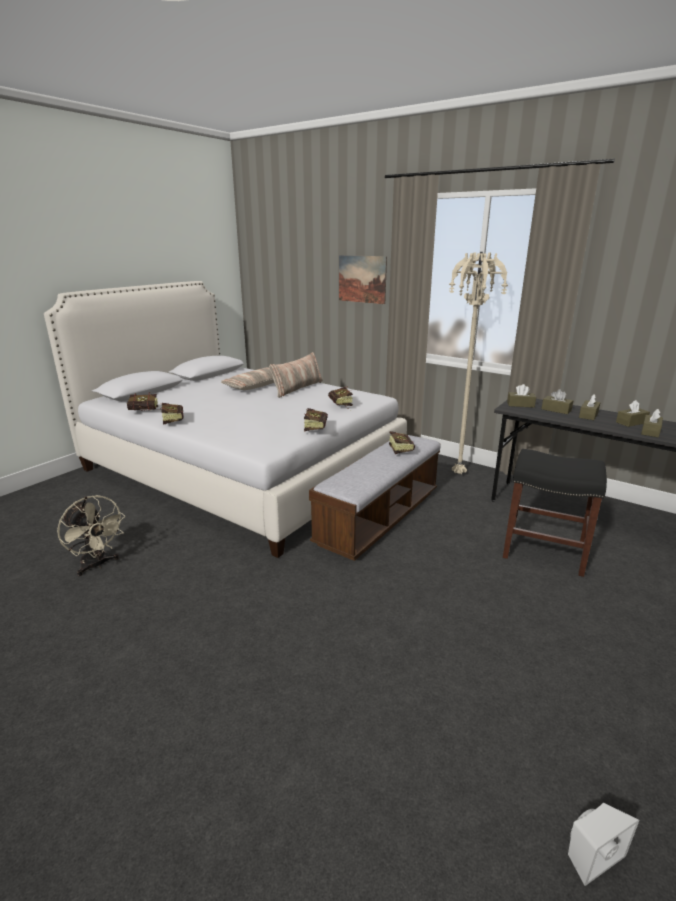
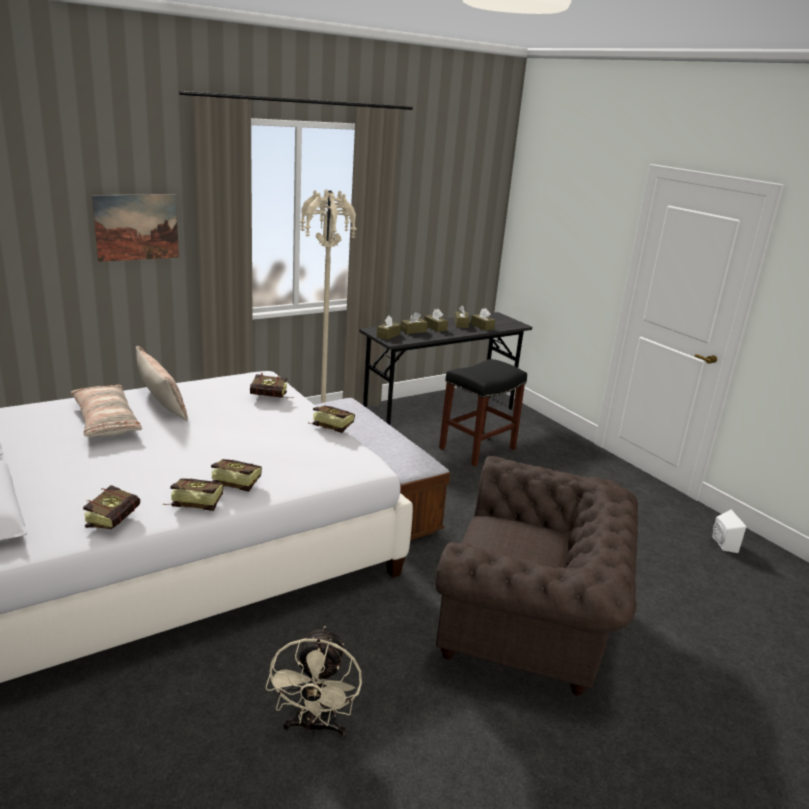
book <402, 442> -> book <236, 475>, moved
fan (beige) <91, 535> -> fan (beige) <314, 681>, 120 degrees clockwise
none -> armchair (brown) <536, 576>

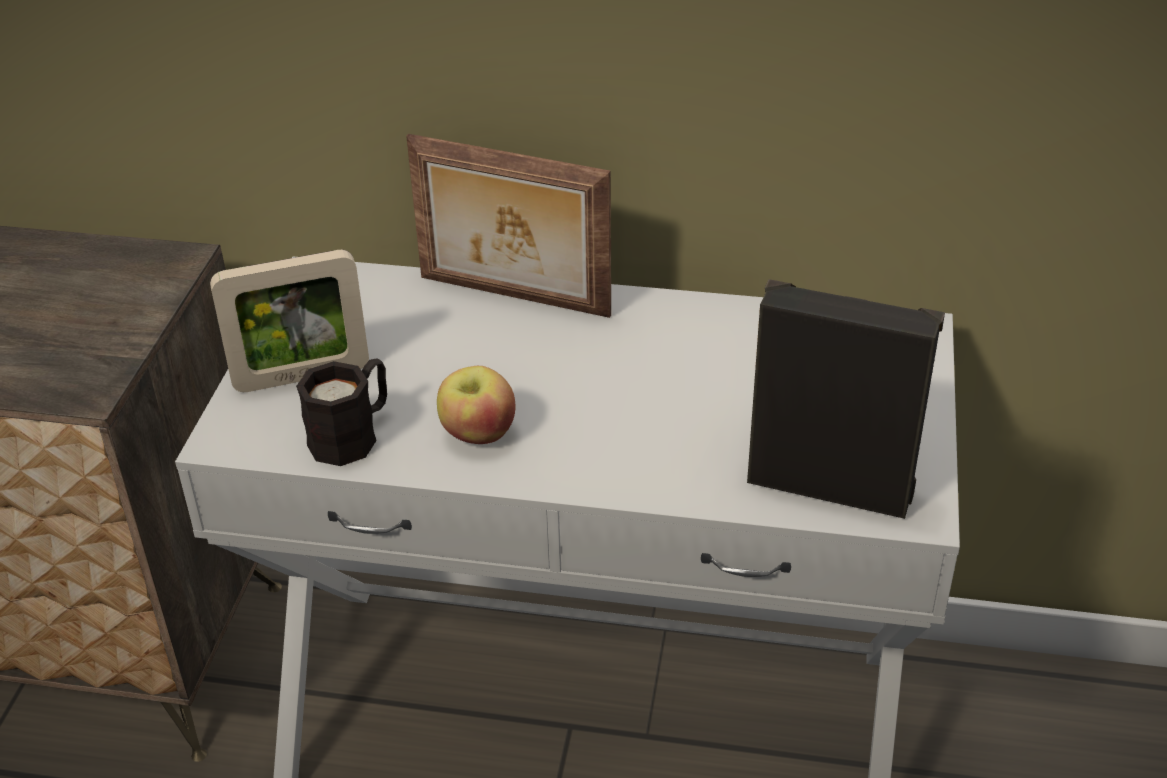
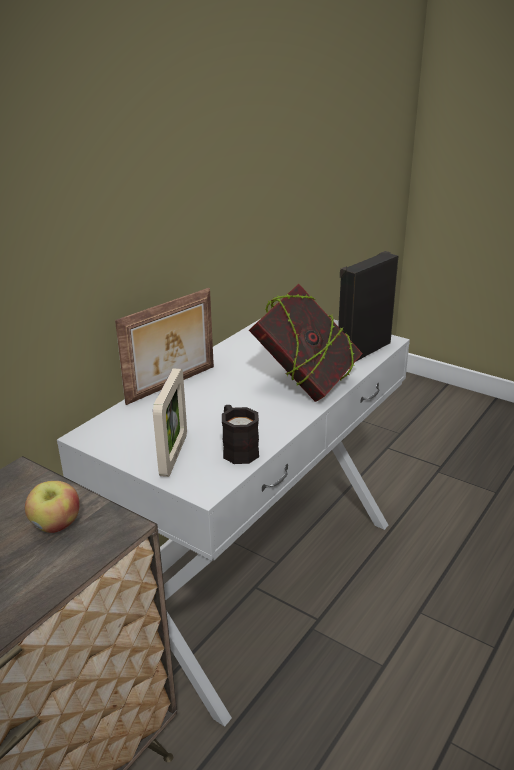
apple <476, 405> -> apple <52, 507>, moved
none -> book <306, 342>

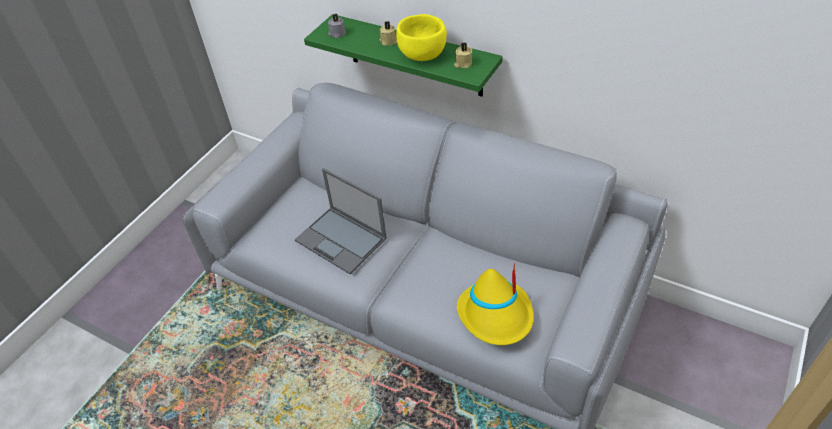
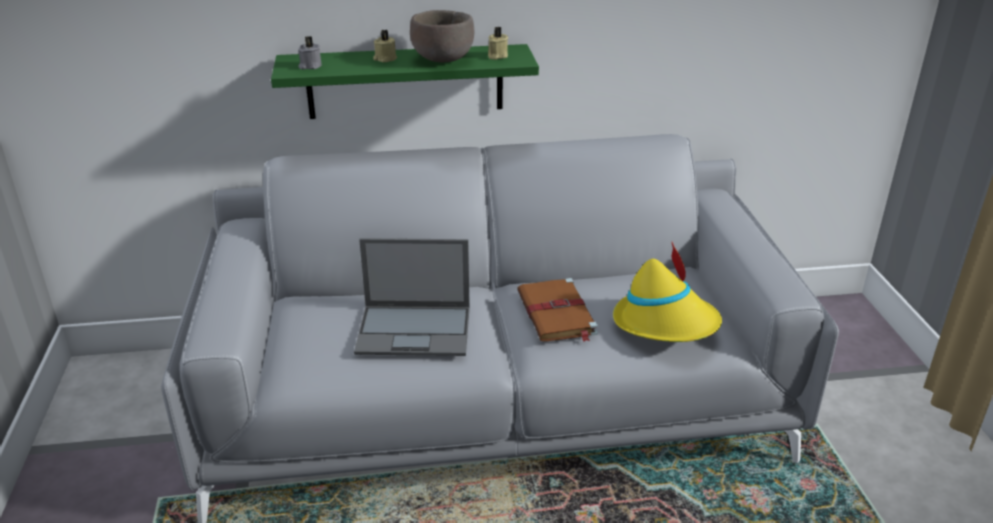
bowl (yellow) <421, 37> -> bowl (brown) <442, 36>
none -> book (brown) <557, 310>

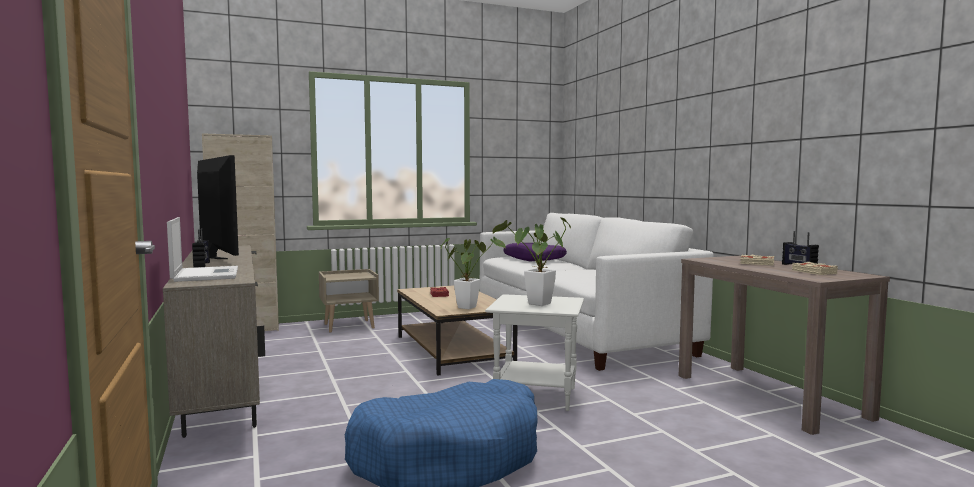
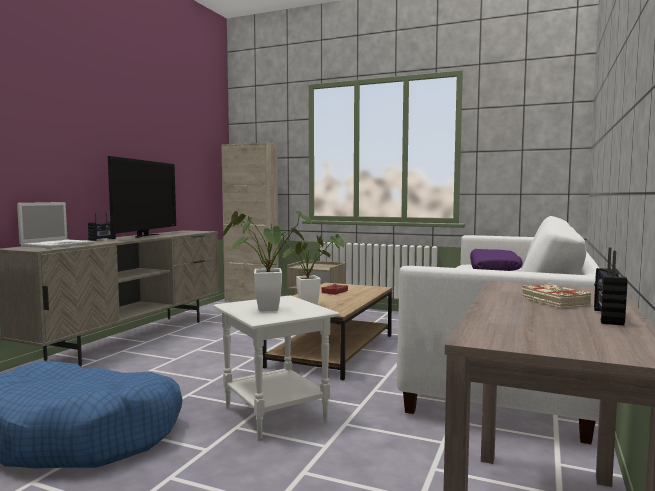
book (beige) <815, 268> -> none

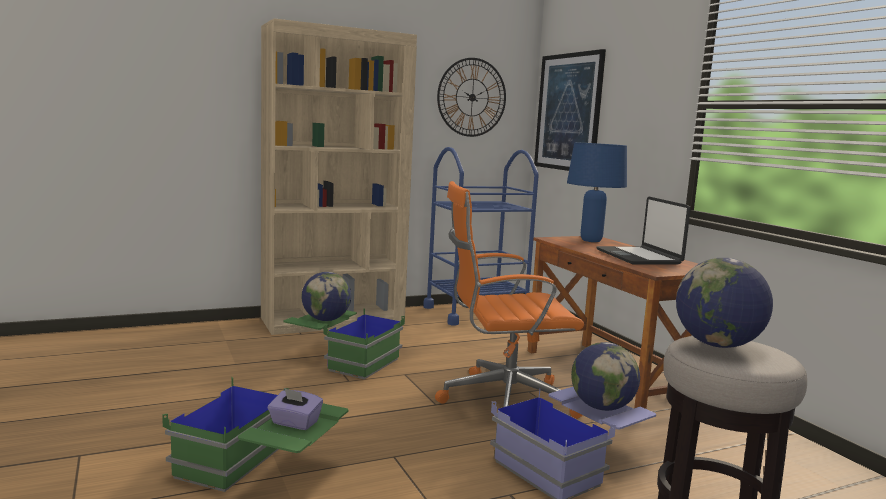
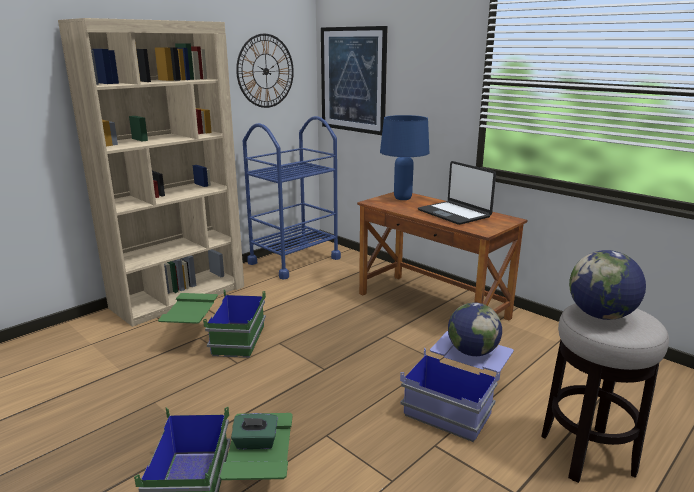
office chair (orange) <509, 300> -> none
globe <326, 296> -> none
tissue box (purple) <295, 409> -> tissue box (green) <254, 431>

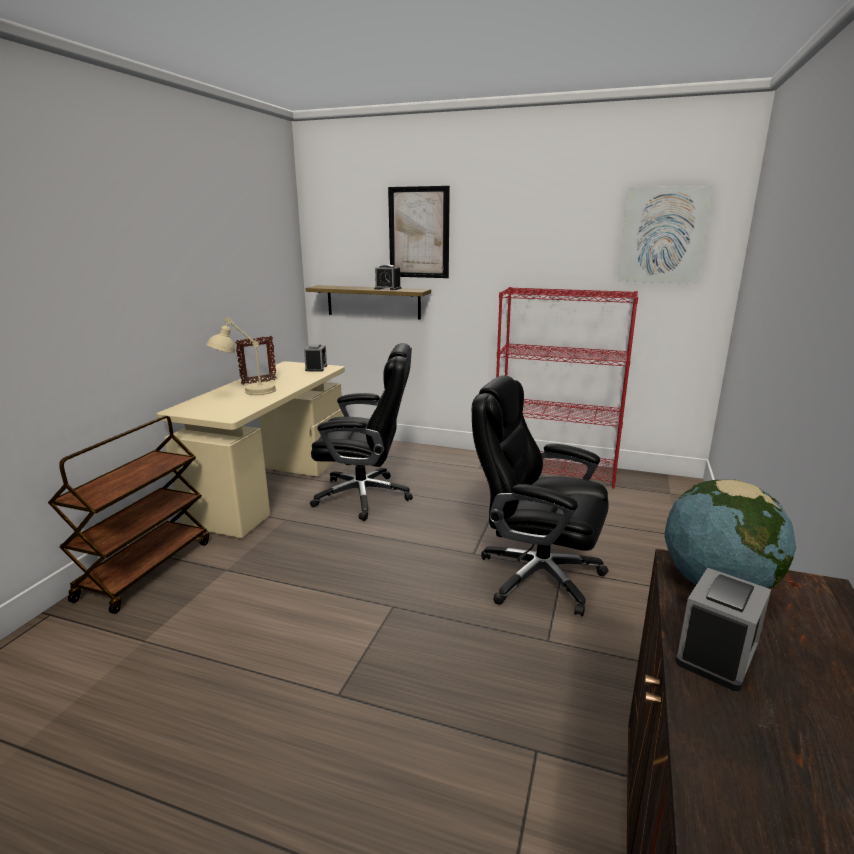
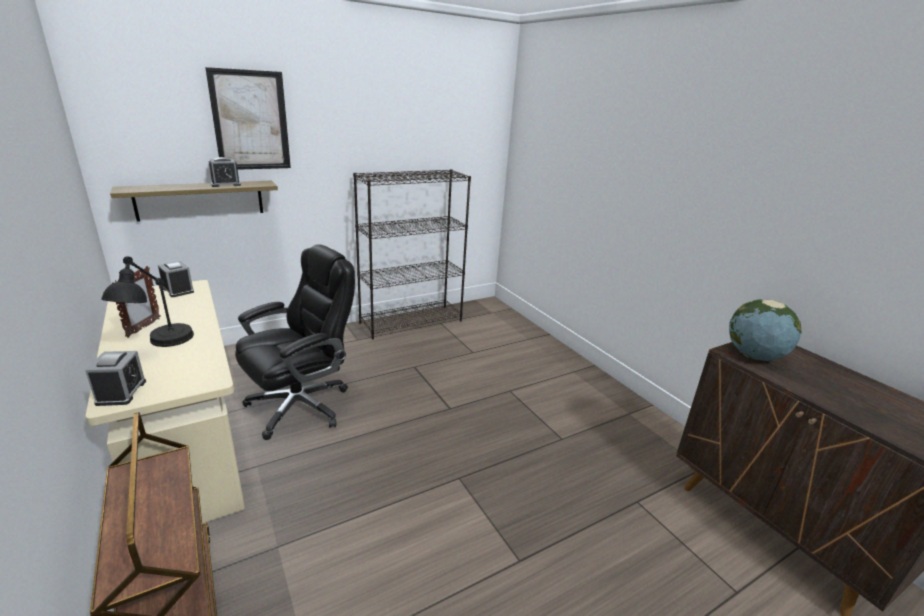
picture <665, 235> -> none
bookcase (red) <567, 388> -> bookcase (black) <412, 254>
table lamp (beige) <241, 356> -> table lamp (black) <147, 301>
office chair (black) <540, 496> -> none
alarm clock <723, 629> -> alarm clock <115, 378>, moved

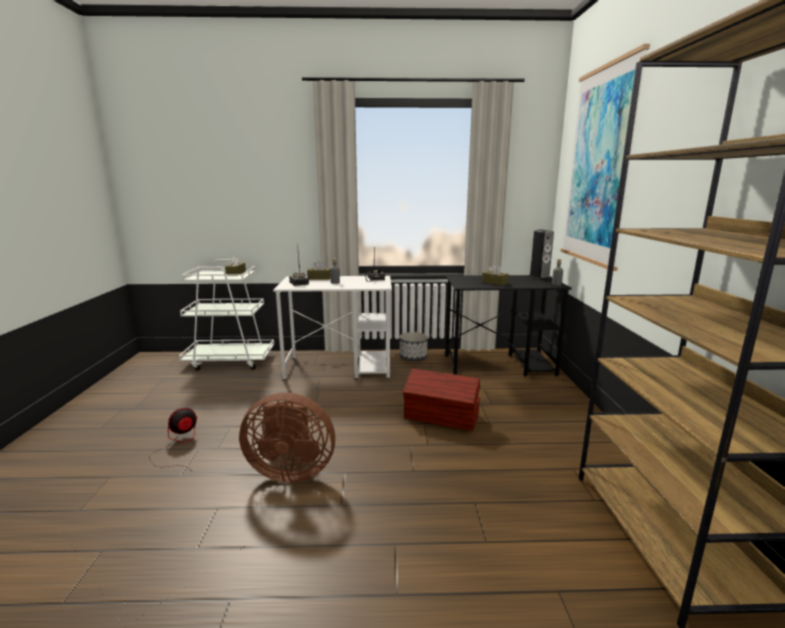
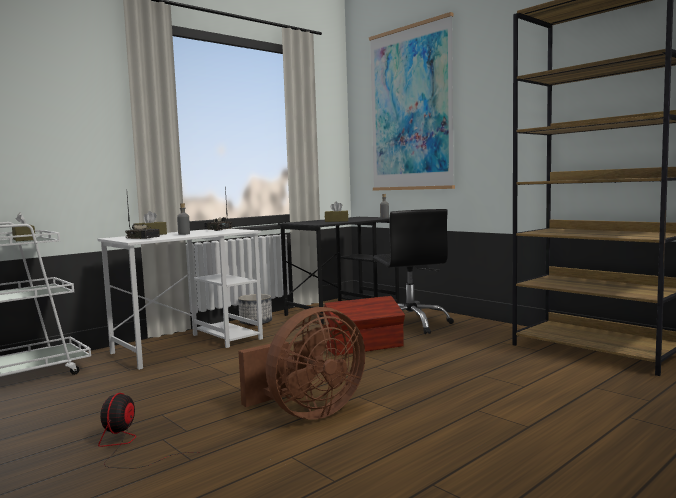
speaker <541, 254> -> none
none -> office chair (black) <413, 271>

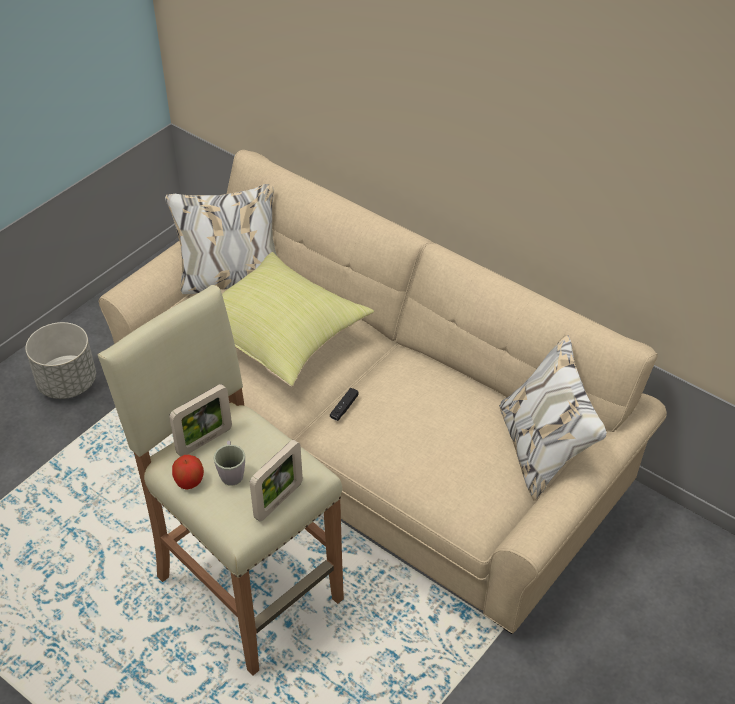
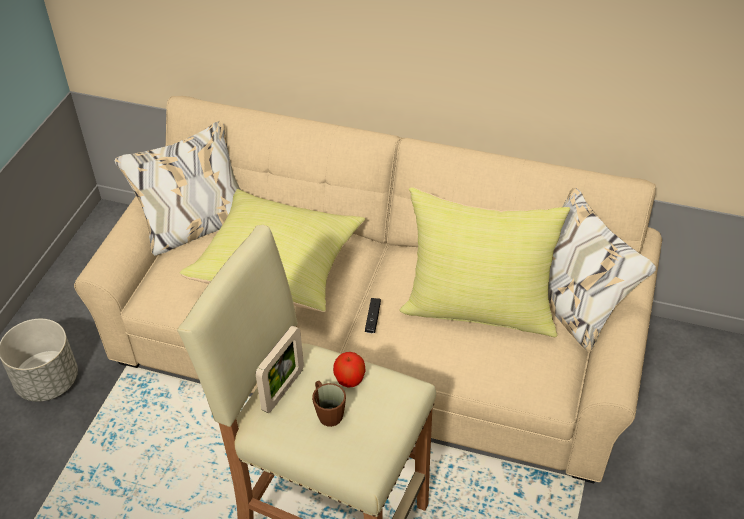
picture frame <276, 481> -> none
mug (grey) <229, 463> -> mug (brown) <329, 404>
apple <188, 472> -> apple <349, 370>, moved
none -> pillow (yellow) <484, 262>

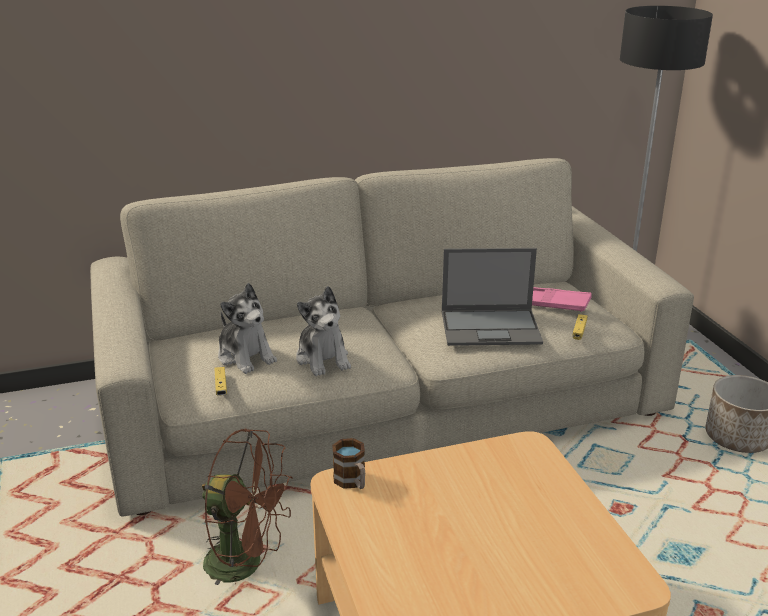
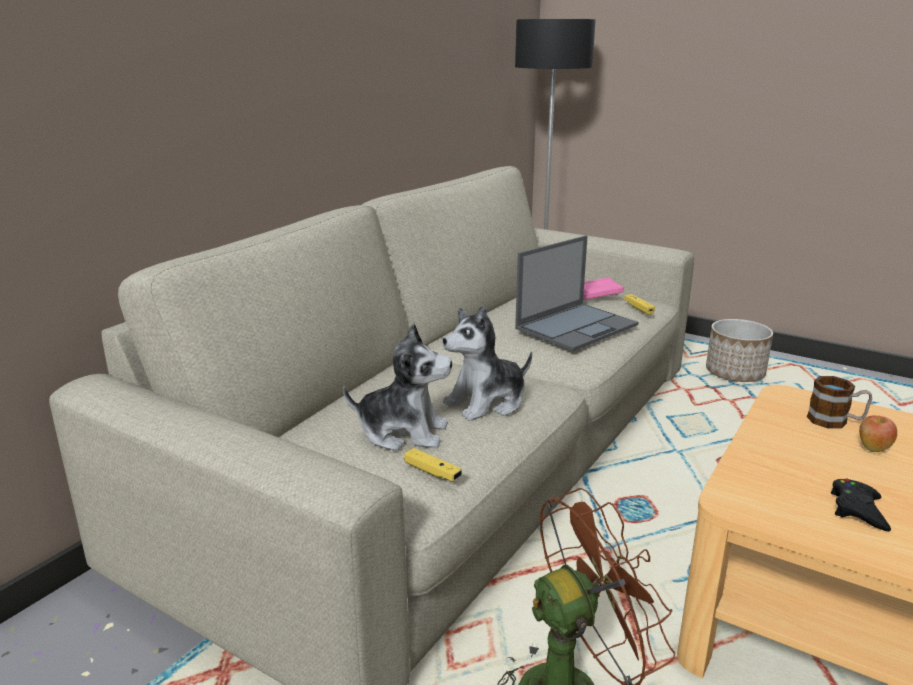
plush toy <323, 331> -> plush toy <487, 363>, 120 degrees clockwise
mug <348, 463> -> mug <839, 402>, moved
none -> apple <878, 434>
none -> game controller (black) <861, 504>

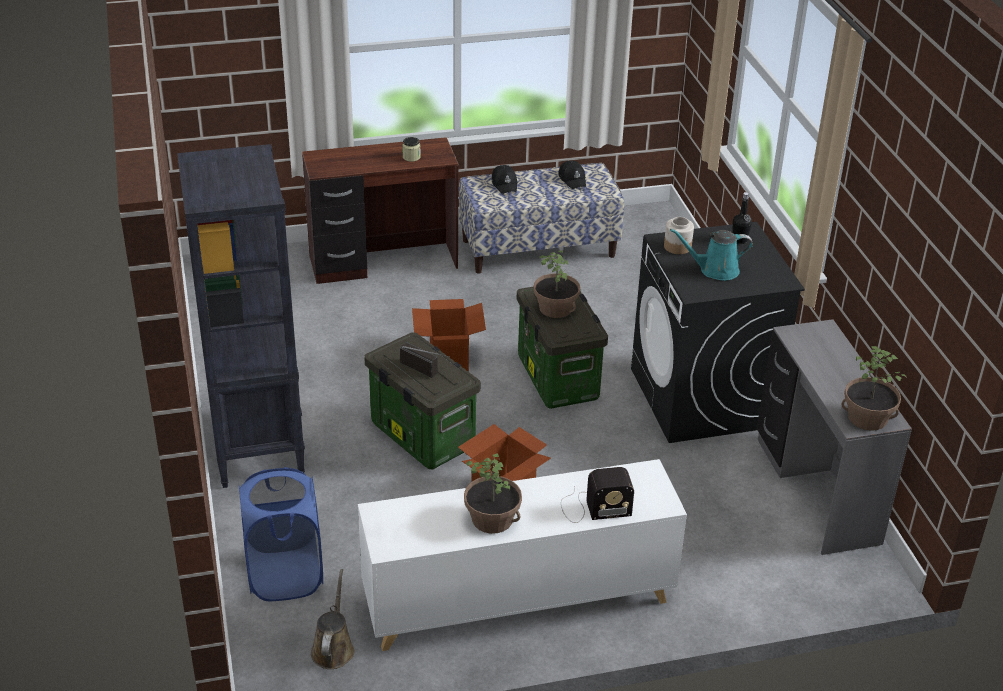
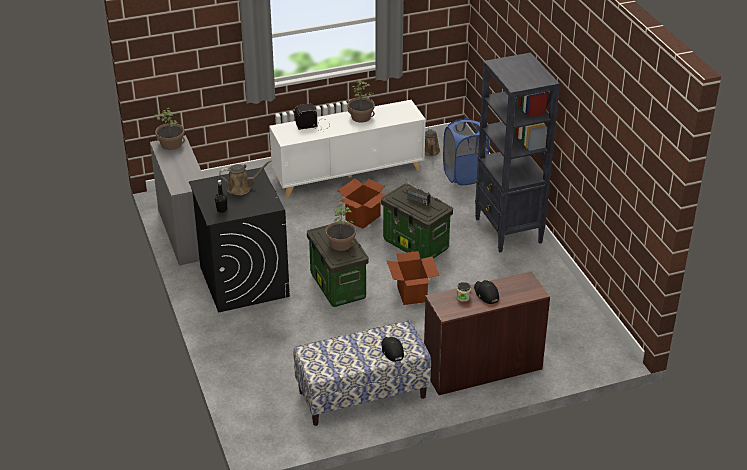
cap (black) <572, 175> -> cap (black) <486, 292>, moved
jar <679, 235> -> none
watering can (turquoise) <711, 255> -> watering can (brown) <245, 177>

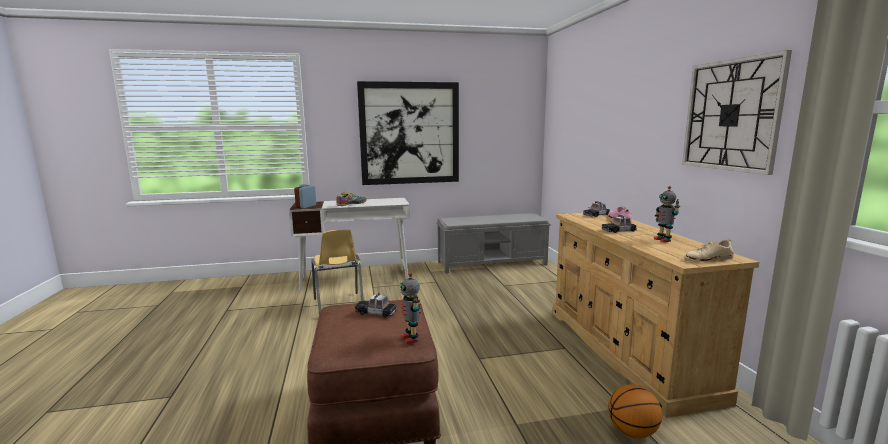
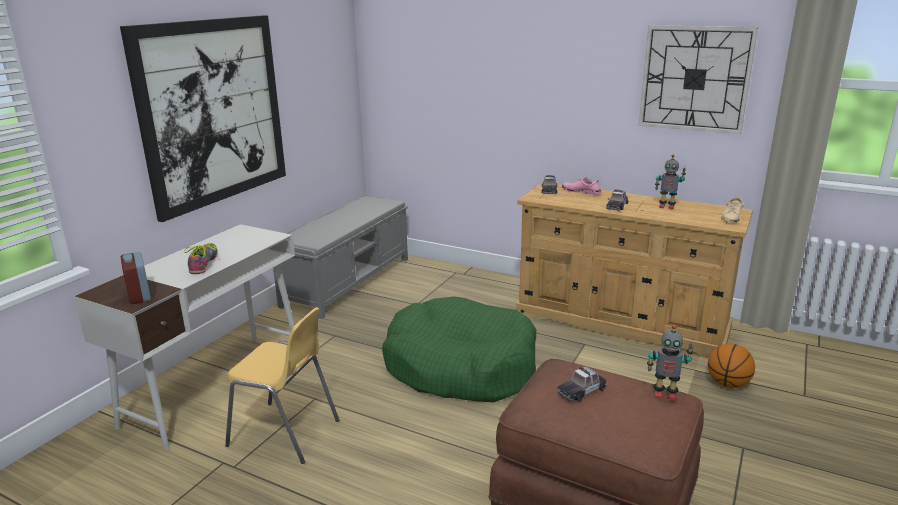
none -> dog bed (green) <459, 349>

